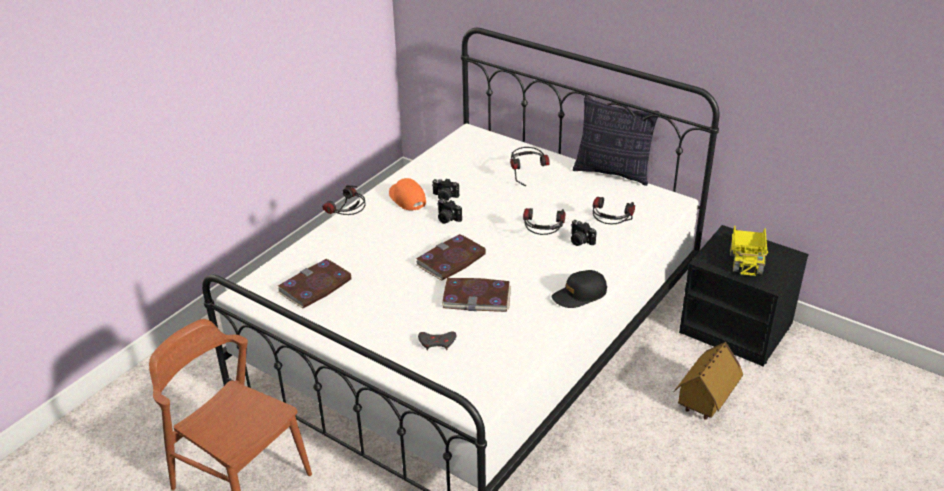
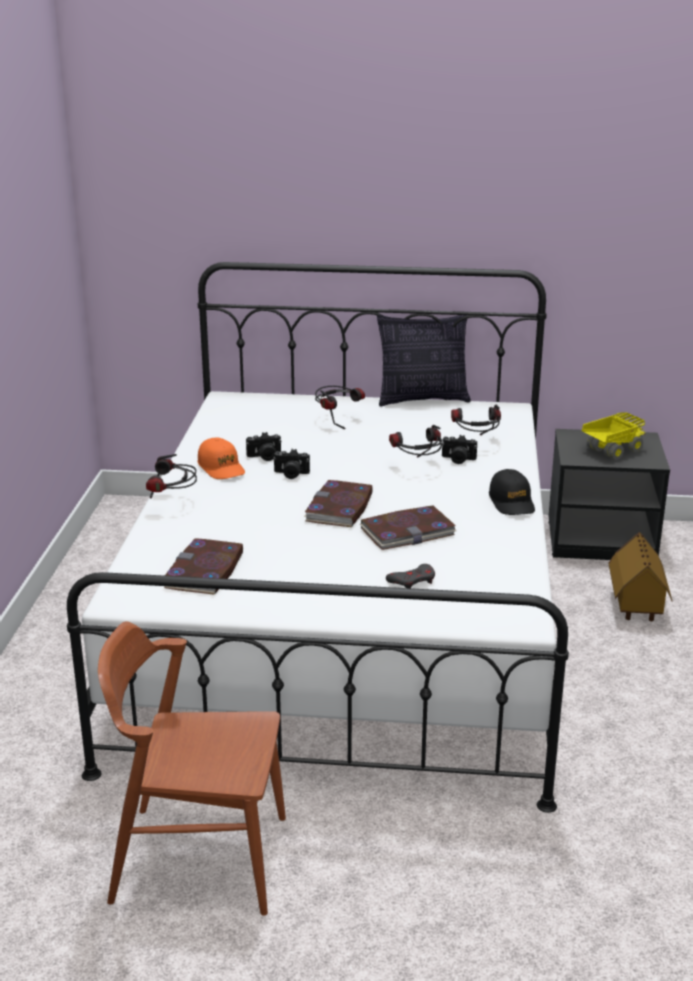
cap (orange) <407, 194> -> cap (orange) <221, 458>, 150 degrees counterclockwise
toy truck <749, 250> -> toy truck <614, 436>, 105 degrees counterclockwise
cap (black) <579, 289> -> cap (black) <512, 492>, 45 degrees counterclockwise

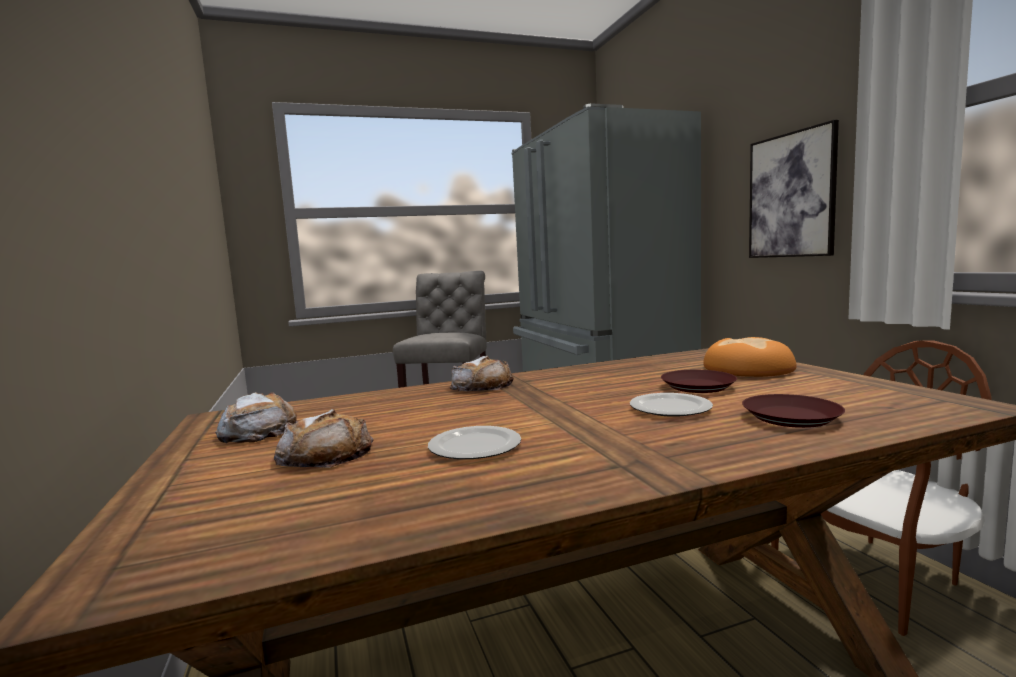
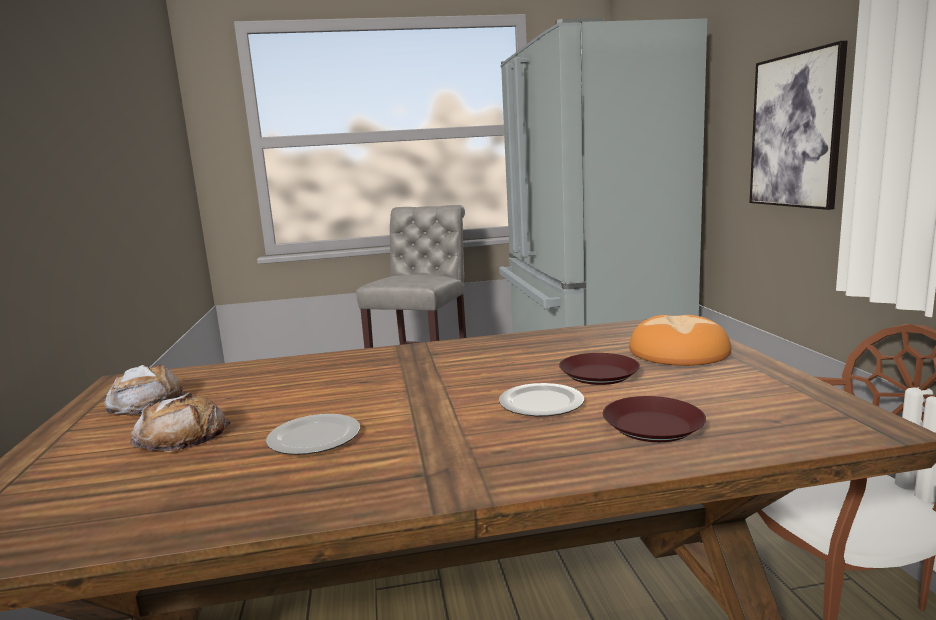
bread <482, 373> -> none

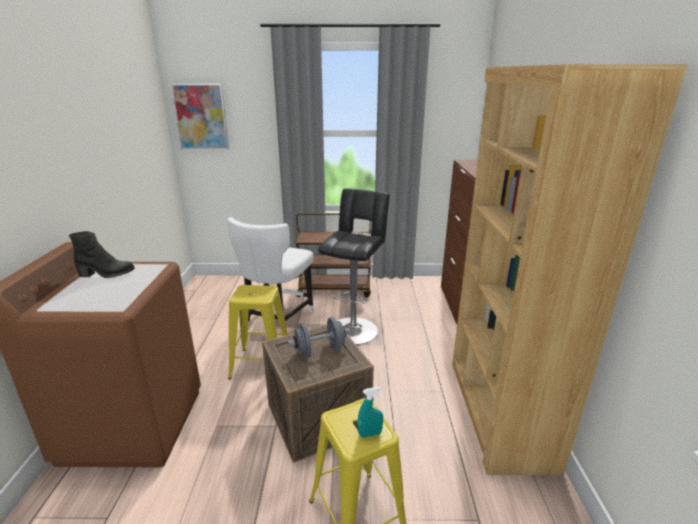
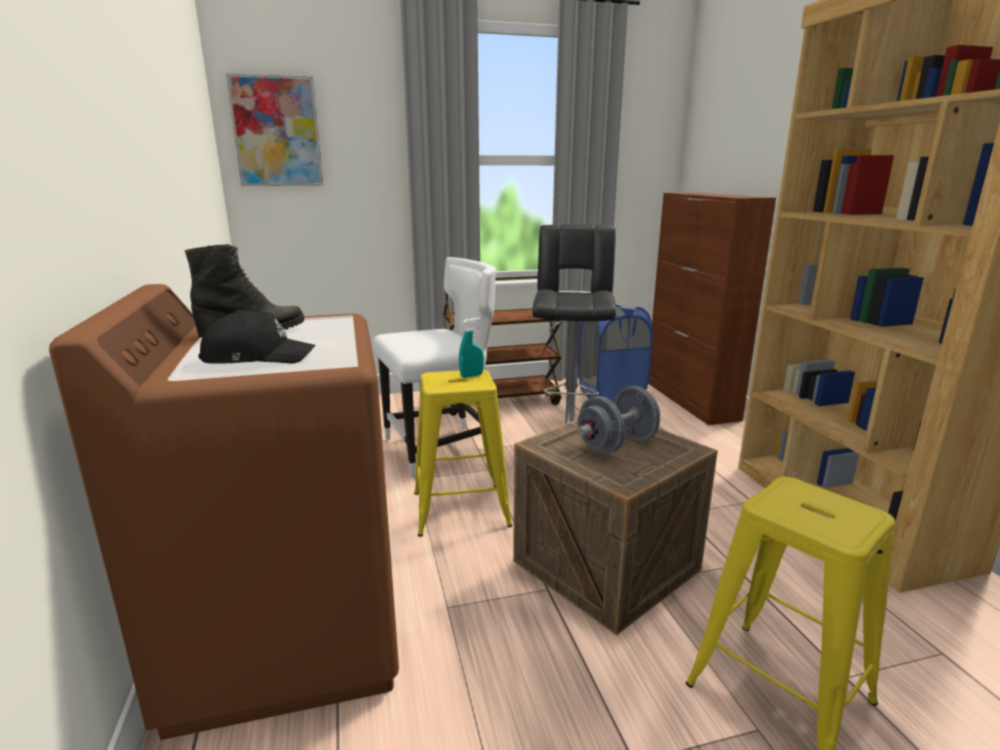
chair (white) <270, 272> -> chair (white) <434, 367>, 120 degrees counterclockwise
spray bottle (turquoise) <370, 412> -> spray bottle (turquoise) <471, 348>, moved
none -> laundry basket (blue) <615, 354>
none -> cap (black) <257, 337>

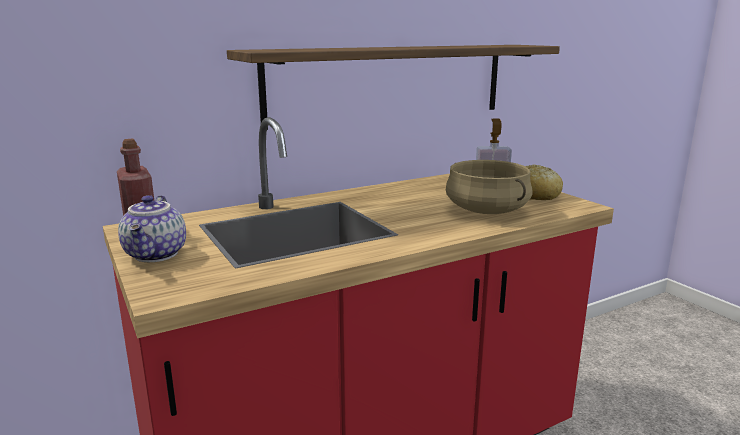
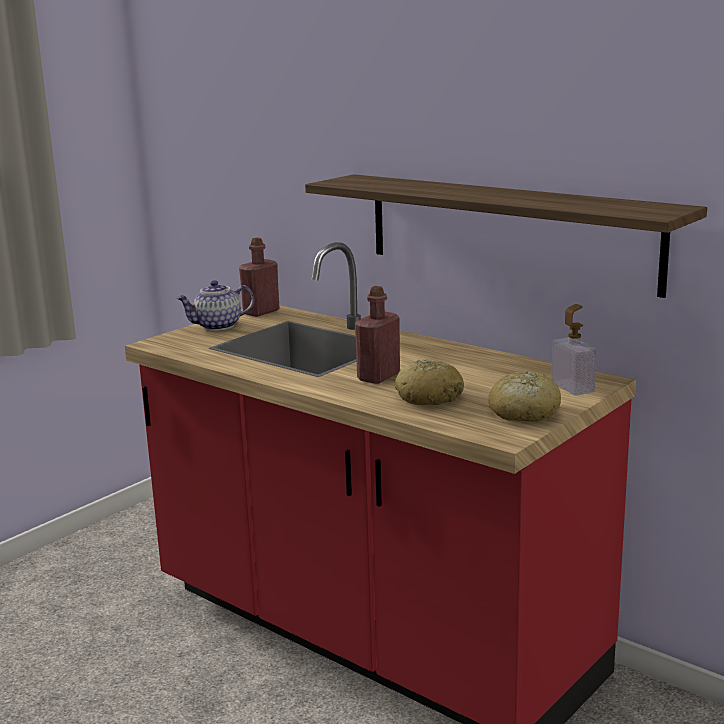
cooking pot (beige) <489, 187> -> bread <429, 382>
none -> bottle (red) <377, 335>

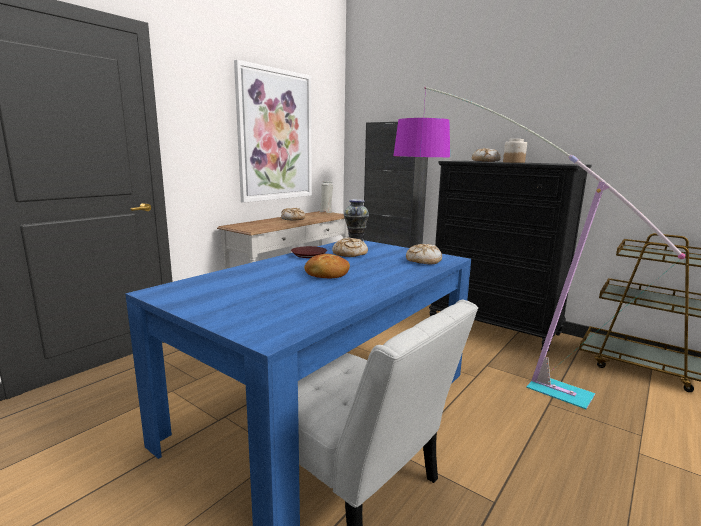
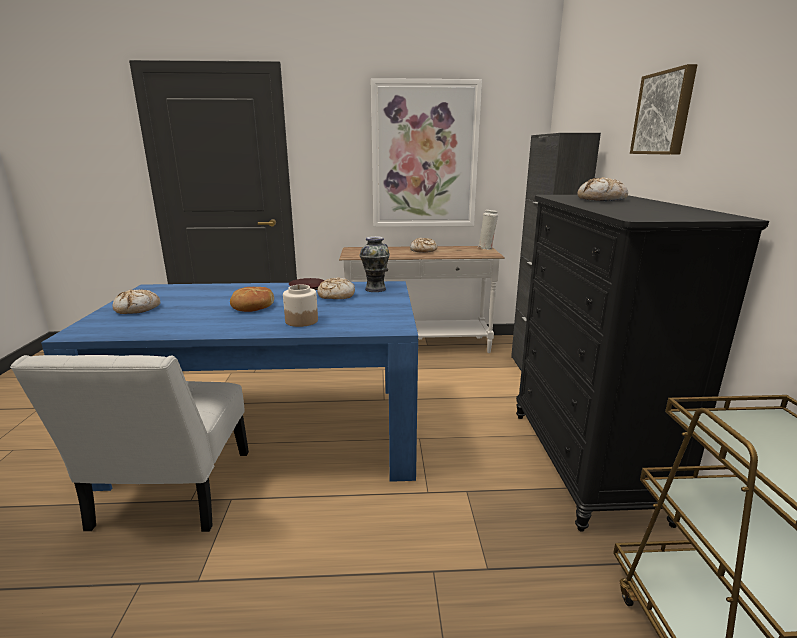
floor lamp <539, 248> -> none
jar <515, 151> -> jar <300, 306>, moved
bread <424, 254> -> bread <136, 301>, moved
none -> picture <663, 109>

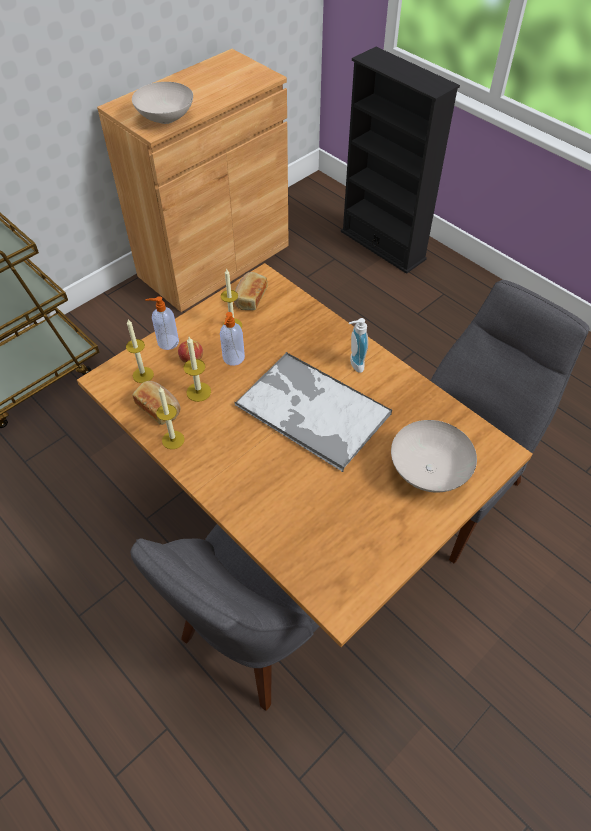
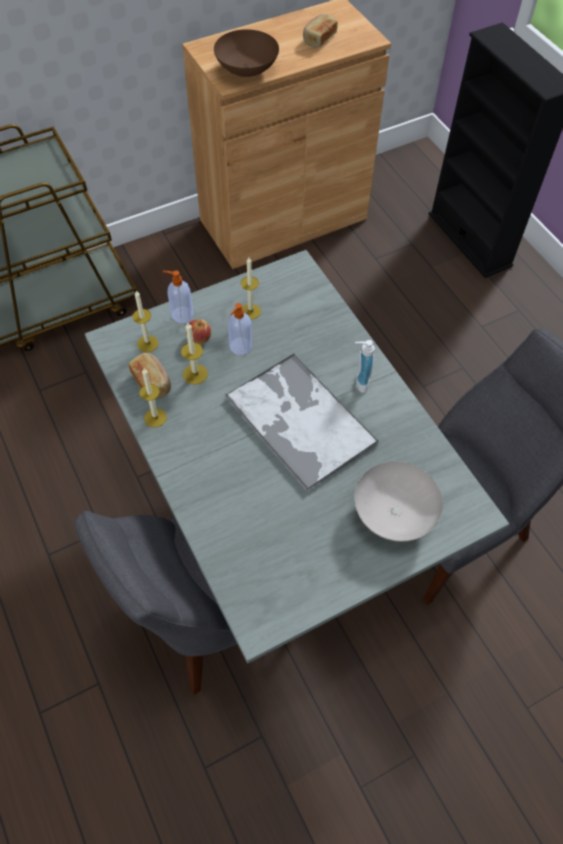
bowl (white) <162, 103> -> bowl (brown) <246, 53>
dining table (brown) <305, 455> -> dining table (grey) <297, 457>
bread <250, 291> -> bread <320, 30>, moved

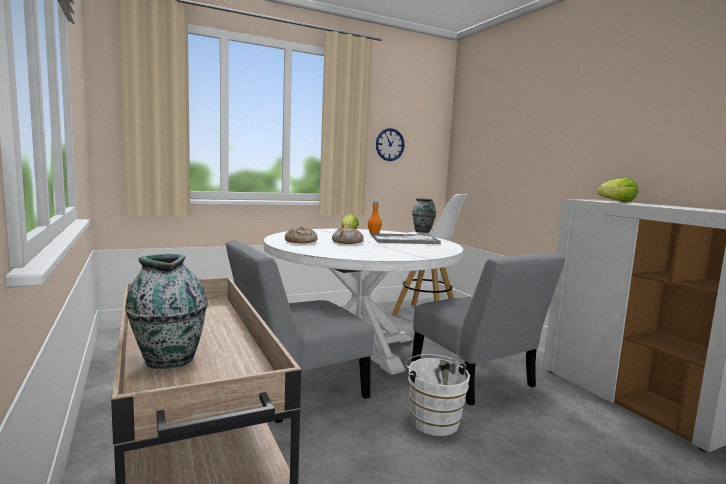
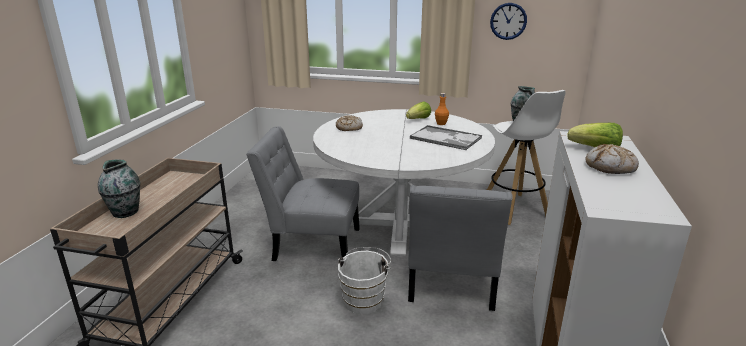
bread <348, 235> -> bread <612, 159>, moved

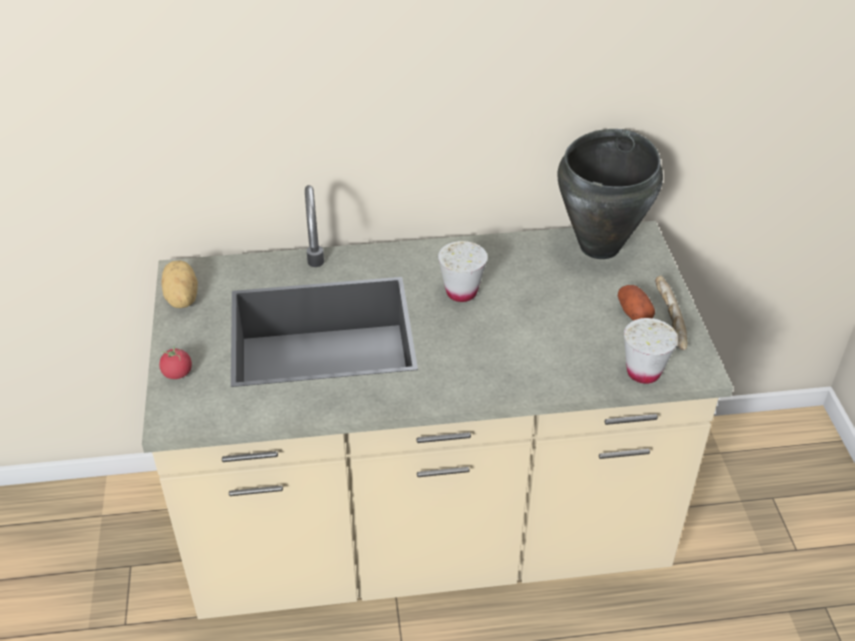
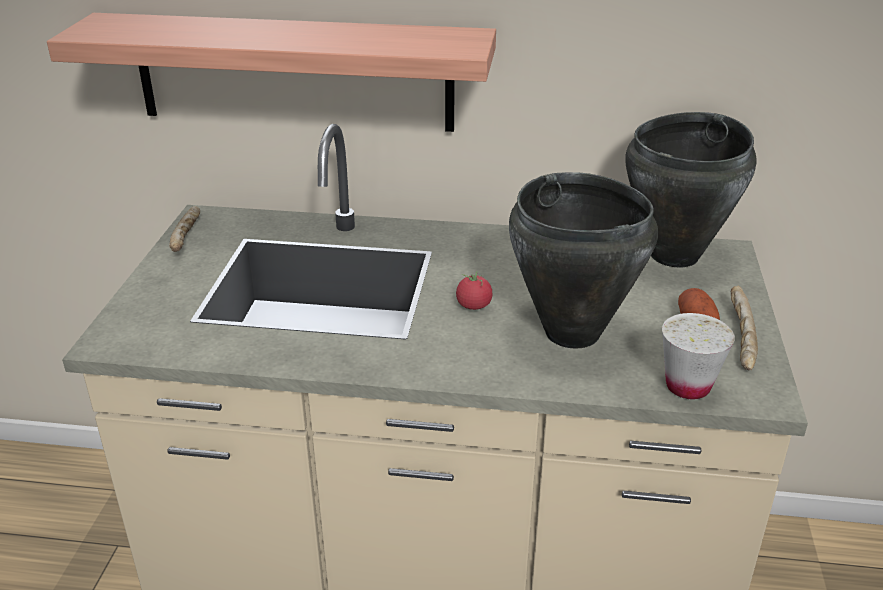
cup (white) <462, 271> -> none
potato <179, 284> -> bread <184, 229>
tomato <175, 362> -> tomato <474, 290>, moved
none -> shelf <271, 72>
none -> cooking pot (black) <583, 260>

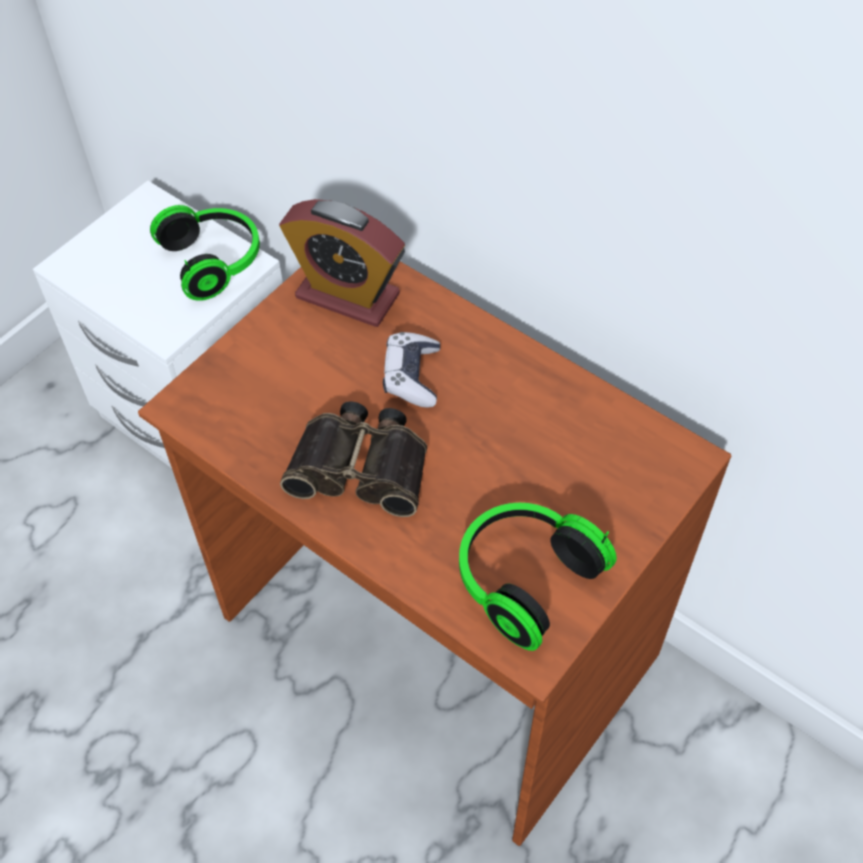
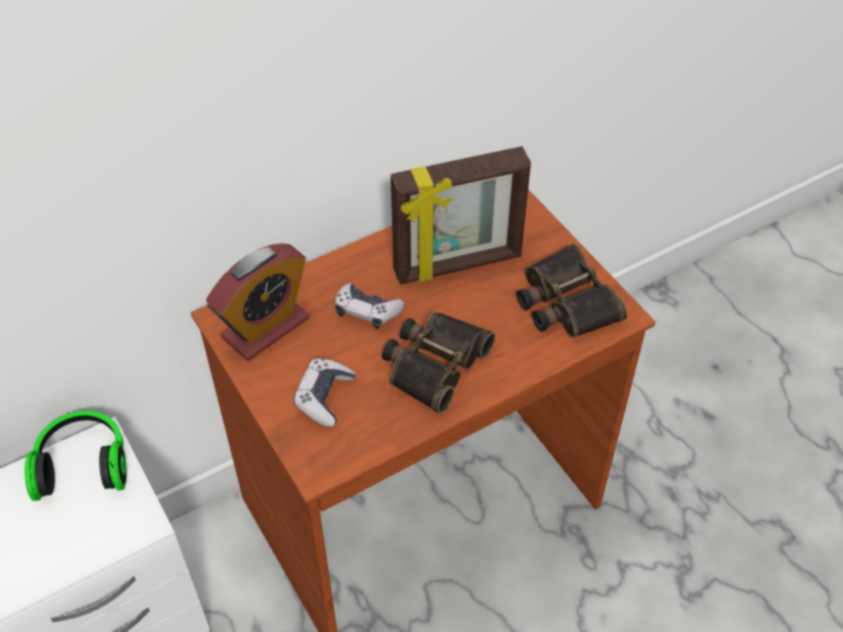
headphones <538, 577> -> binoculars <571, 291>
none -> picture frame <461, 215>
none -> game controller <324, 392>

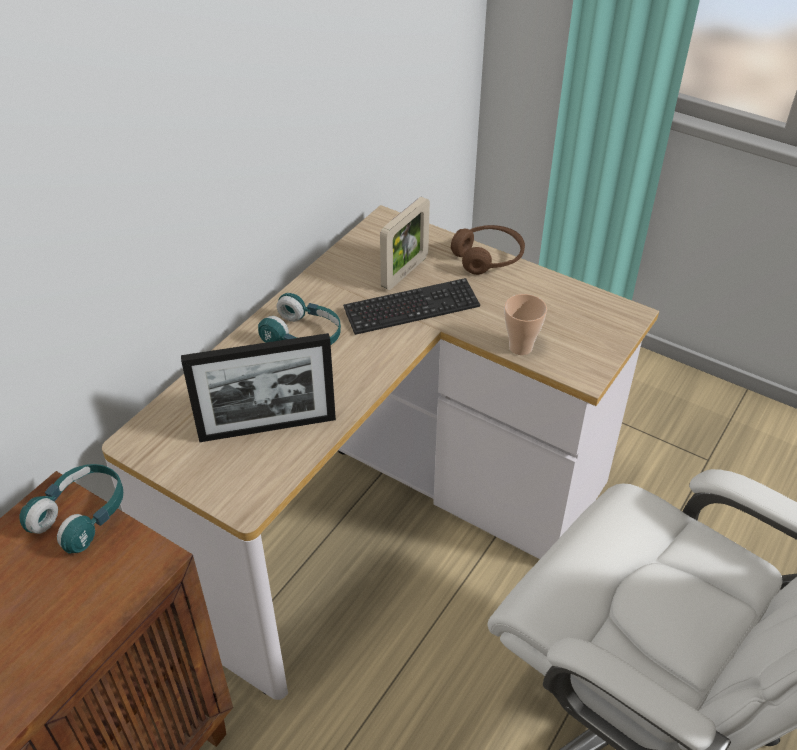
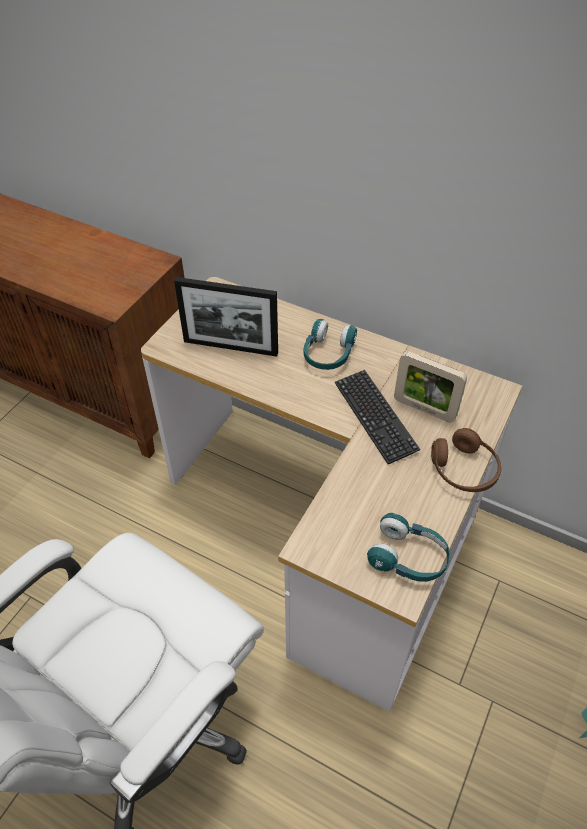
cup <525, 324> -> none
picture frame <258, 387> -> picture frame <226, 317>, 60 degrees counterclockwise
headphones (turquoise) <71, 509> -> headphones (turquoise) <408, 547>, moved

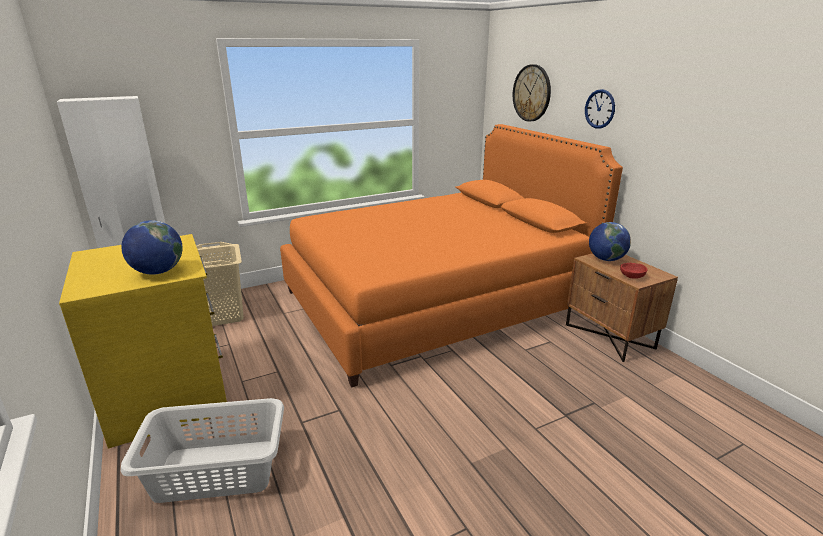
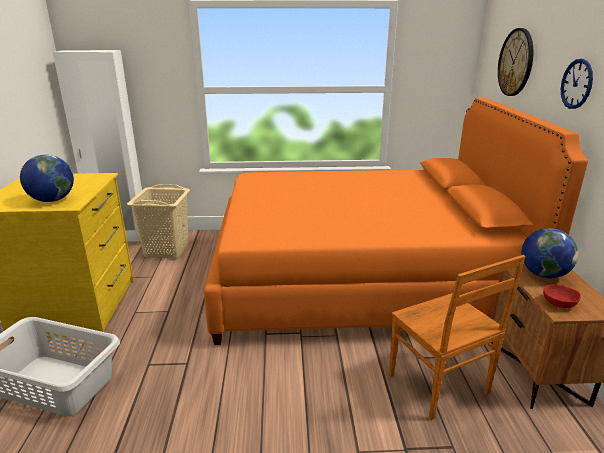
none -> chair (brown) <457, 337>

